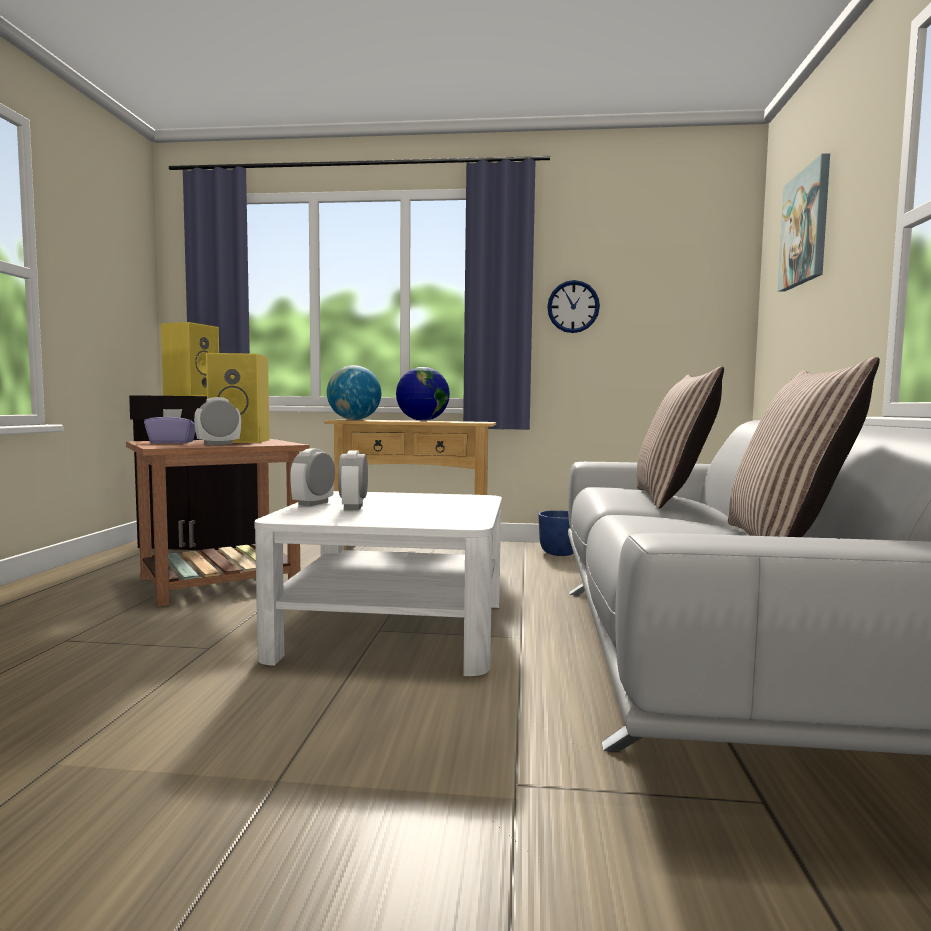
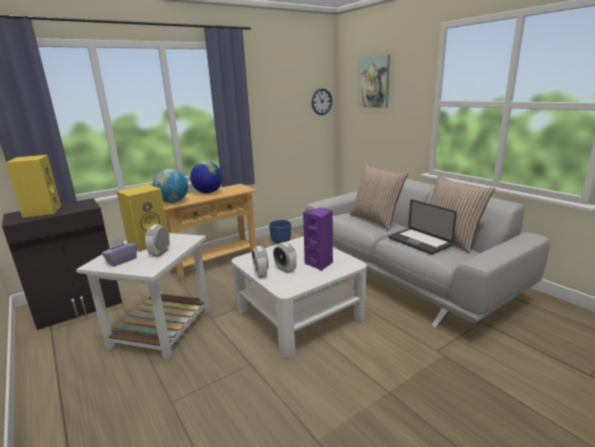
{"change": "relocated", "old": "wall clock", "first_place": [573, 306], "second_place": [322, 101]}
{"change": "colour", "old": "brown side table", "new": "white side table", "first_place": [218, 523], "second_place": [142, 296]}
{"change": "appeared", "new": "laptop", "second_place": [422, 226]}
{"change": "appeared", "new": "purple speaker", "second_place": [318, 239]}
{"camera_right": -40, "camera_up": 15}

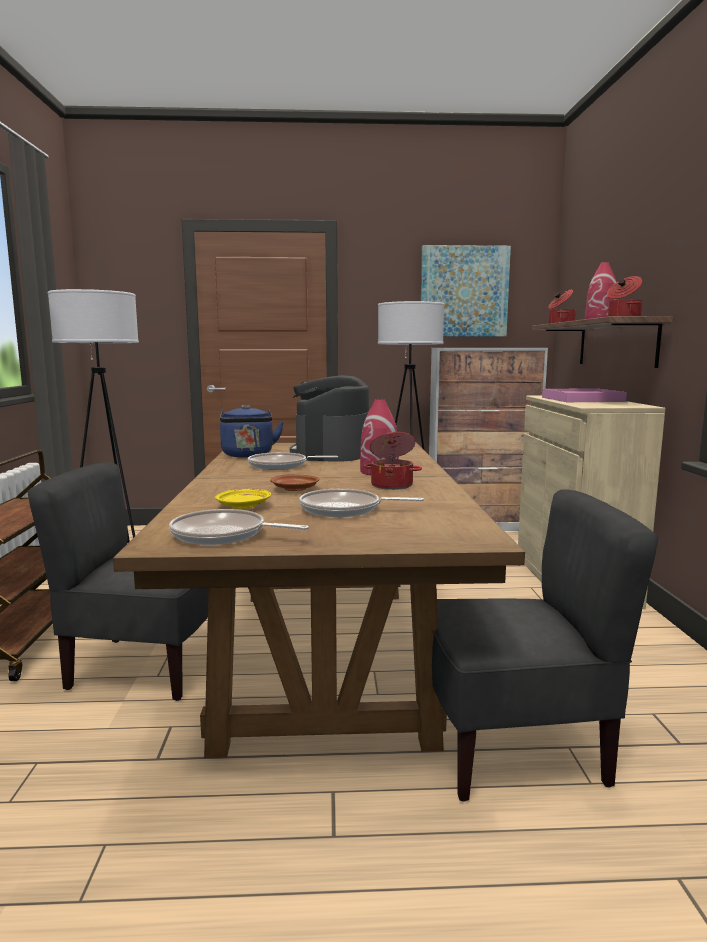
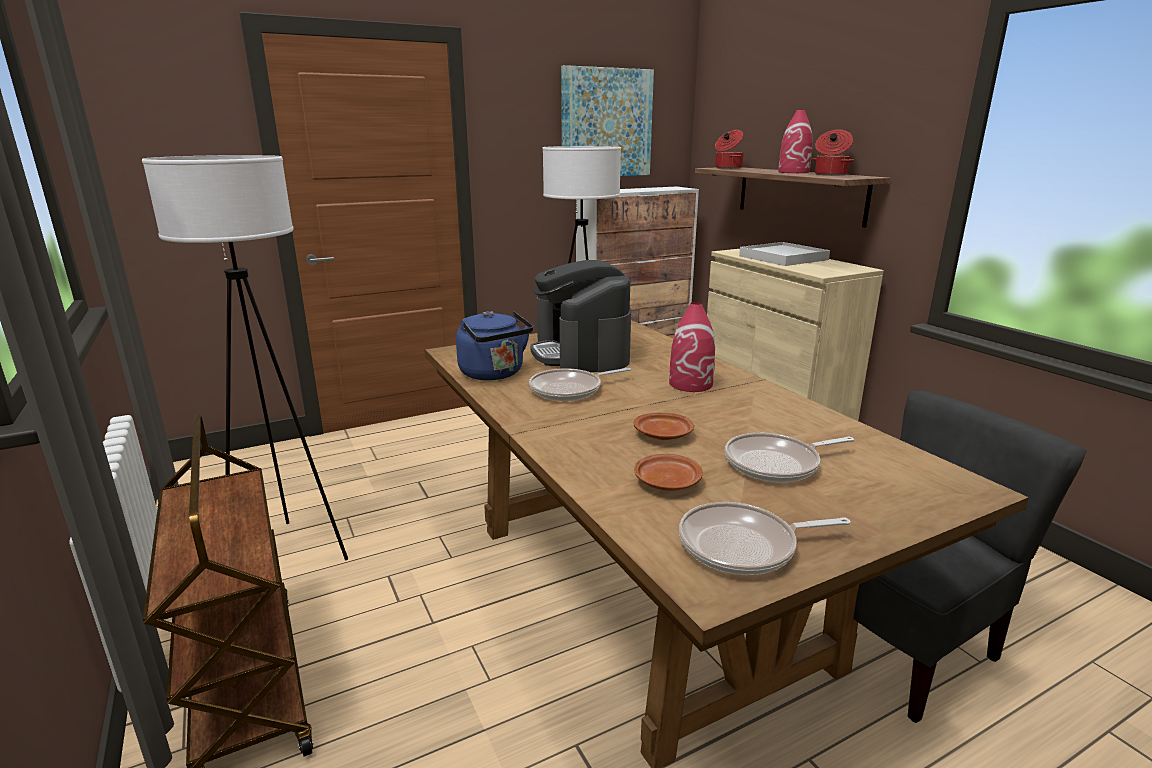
{"change": "colour", "old": "pink tray", "new": "white tray", "first_place": [584, 395], "second_place": [784, 254]}
{"change": "missing", "old": "cooking pot", "first_place": [392, 461]}
{"change": "missing", "old": "grey chair", "first_place": [118, 581]}
{"change": "colour", "old": "yellow plate", "new": "brown plate", "first_place": [243, 499], "second_place": [668, 472]}
{"camera_right": -25, "camera_up": 10}

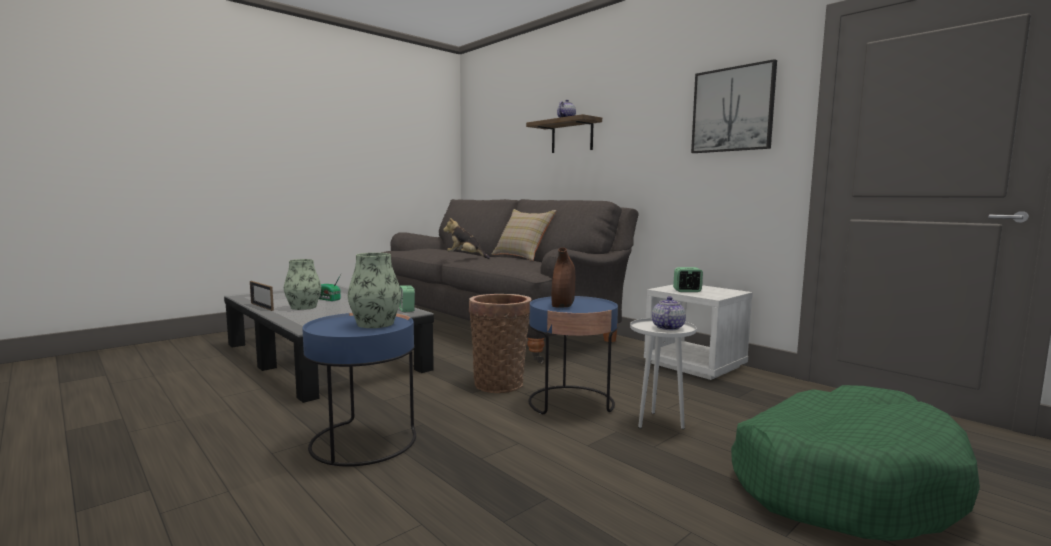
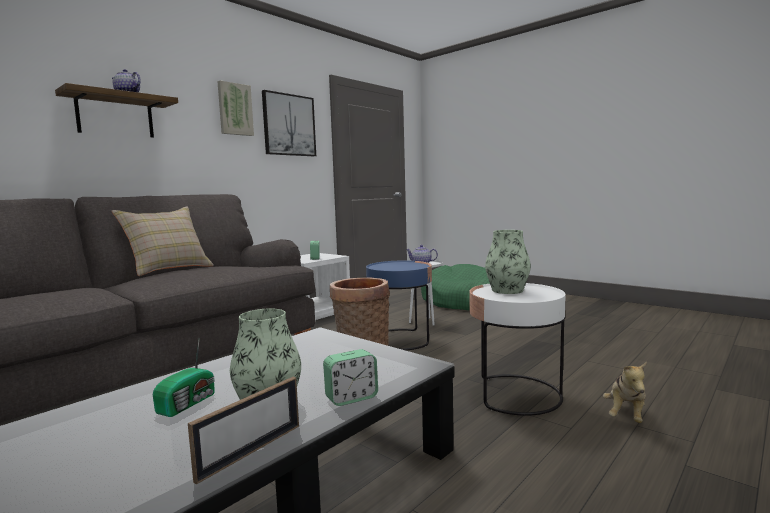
{"change": "relocated", "old": "plush toy", "first_place": [466, 238], "second_place": [625, 392]}
{"change": "missing", "old": "brown vase", "first_place": [563, 277]}
{"change": "relocated", "old": "alarm clock", "first_place": [407, 298], "second_place": [350, 377]}
{"change": "colour", "old": "blue side table", "new": "white side table", "first_place": [359, 390], "second_place": [517, 349]}
{"change": "appeared", "new": "picture", "second_place": [235, 108]}
{"camera_right": -95, "camera_up": 0}

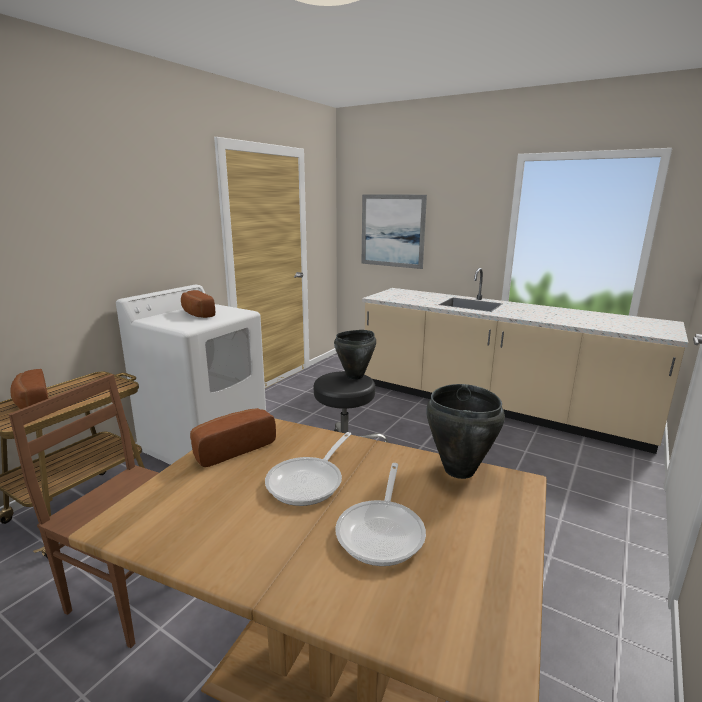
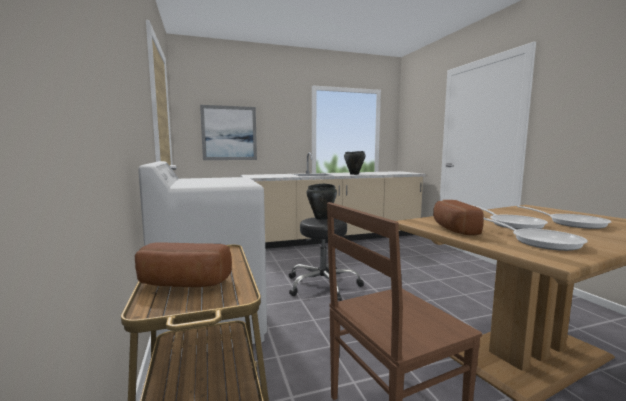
{"change": "missing", "old": "bread", "first_place": [198, 304]}
{"change": "relocated", "old": "black cooking pot", "first_place": [465, 431], "second_place": [355, 163]}
{"change": "appeared", "new": "frying pan", "second_place": [535, 234]}
{"camera_right": -50, "camera_up": -10}

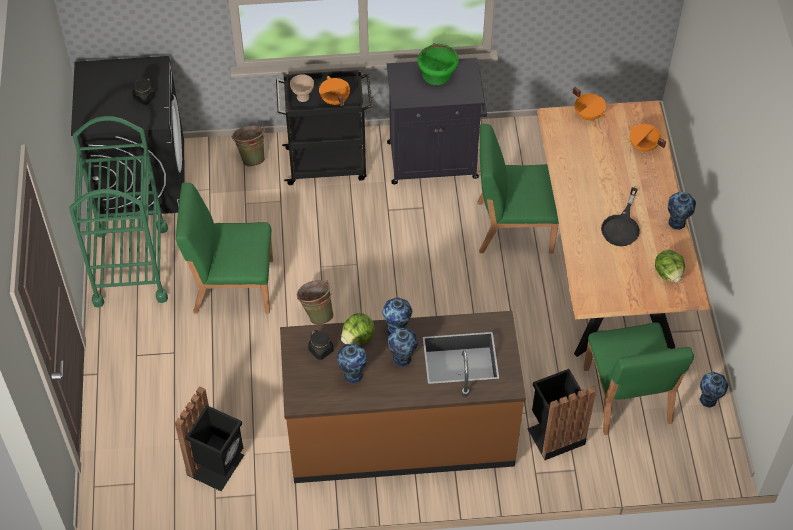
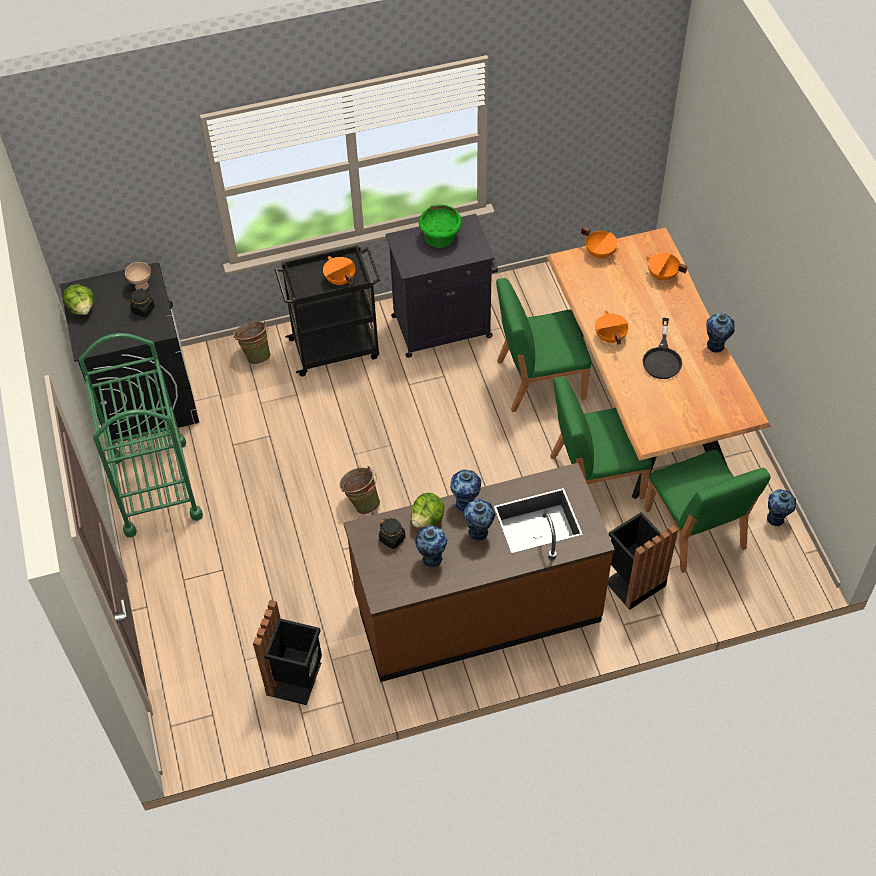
{"change": "relocated", "old": "beige bowl", "first_place": [302, 88], "second_place": [138, 276]}
{"change": "relocated", "old": "green chair", "first_place": [224, 248], "second_place": [601, 437]}
{"change": "relocated", "old": "lettuce", "first_place": [670, 266], "second_place": [78, 299]}
{"change": "appeared", "new": "orange cooking pot", "second_place": [612, 327]}
{"camera_right": -10, "camera_up": 0}

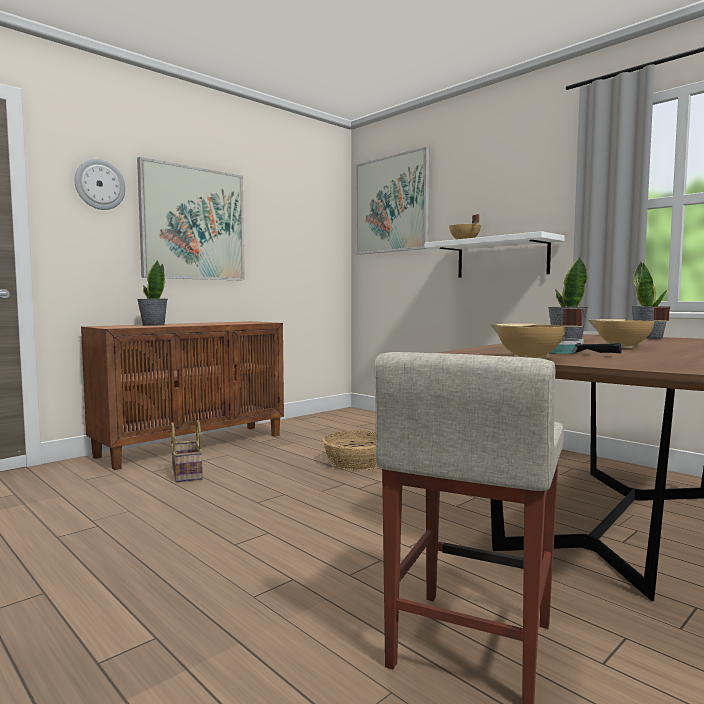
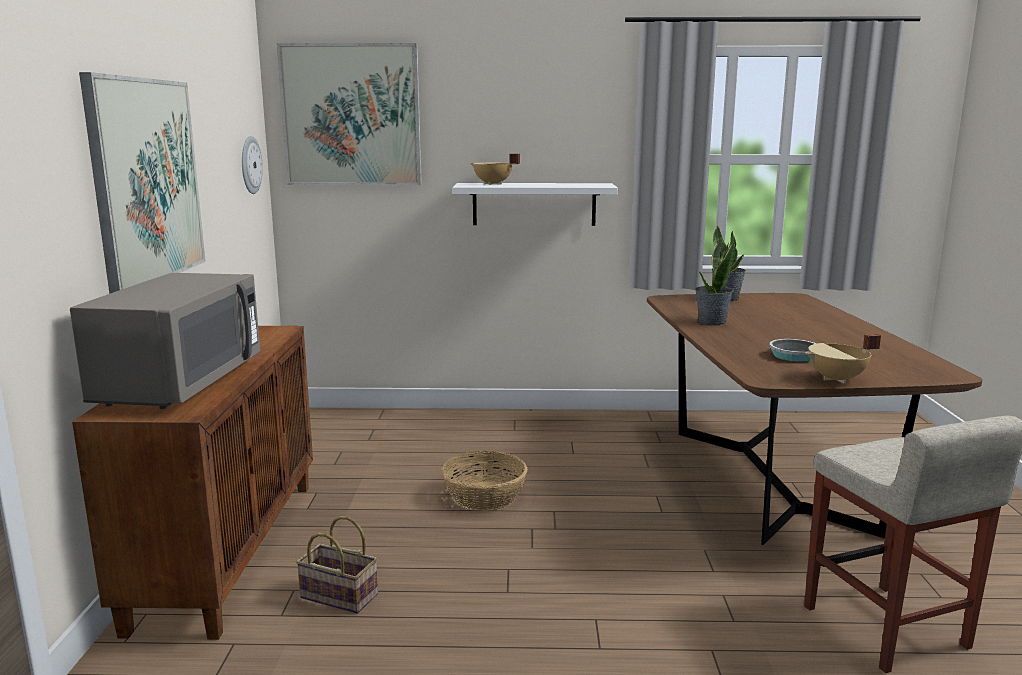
{"change": "relocated", "old": "wall clock", "first_place": [100, 184], "second_place": [252, 165]}
{"change": "exchanged", "old": "potted plant", "new": "grey microwave", "first_place": [152, 293], "second_place": [165, 341]}
{"change": "missing", "old": "beige cooking pot", "first_place": [629, 327]}
{"camera_right": -45, "camera_up": 10}

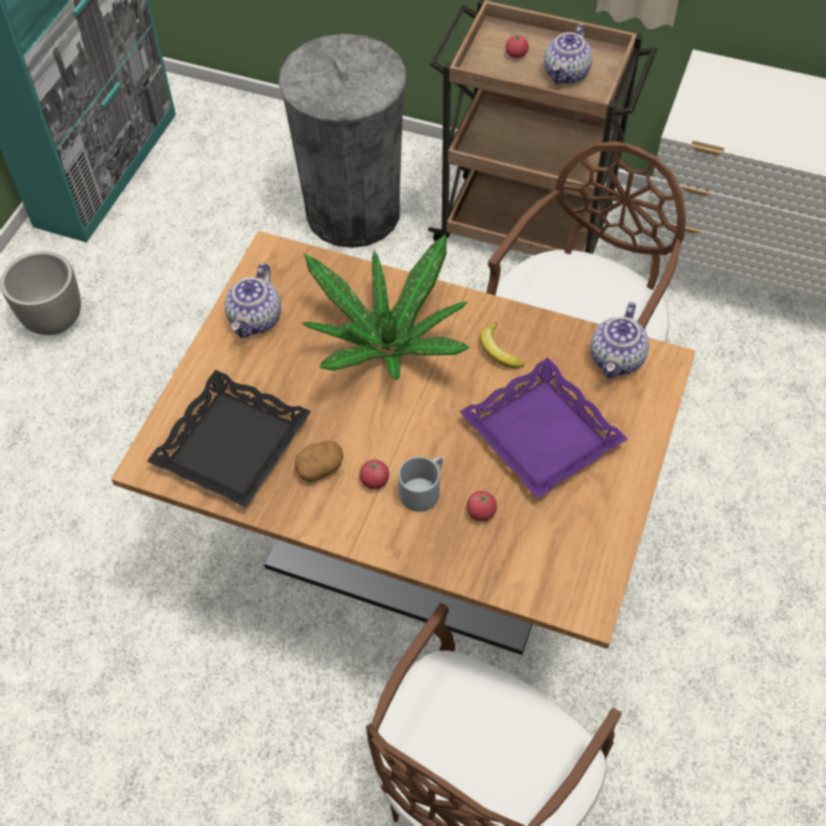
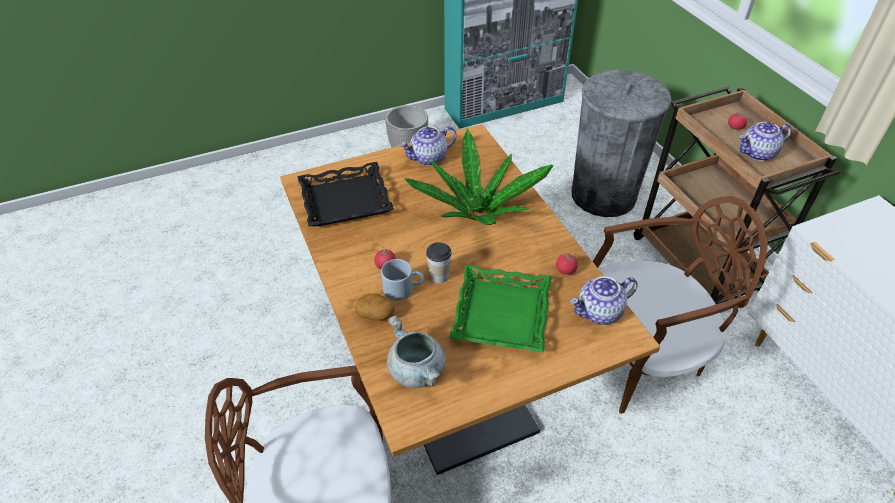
{"change": "missing", "old": "banana", "first_place": [502, 345]}
{"change": "colour", "old": "purple tray", "new": "green tray", "first_place": [543, 428], "second_place": [500, 308]}
{"change": "relocated", "old": "potato", "first_place": [319, 461], "second_place": [375, 307]}
{"change": "relocated", "old": "tomato", "first_place": [481, 504], "second_place": [567, 264]}
{"change": "appeared", "new": "cup", "second_place": [439, 262]}
{"change": "appeared", "new": "grey cooking pot", "second_place": [416, 351]}
{"camera_right": 45, "camera_up": -10}

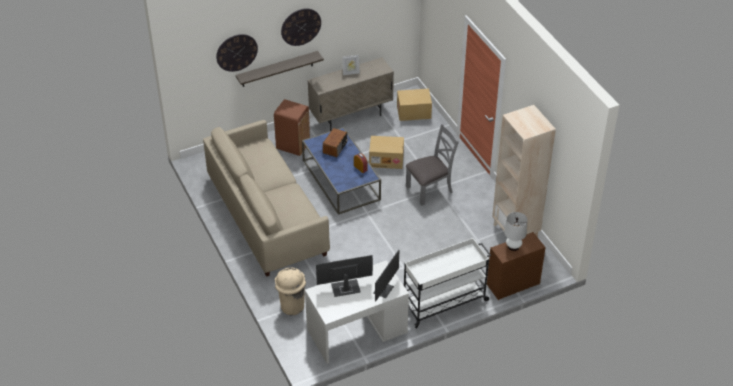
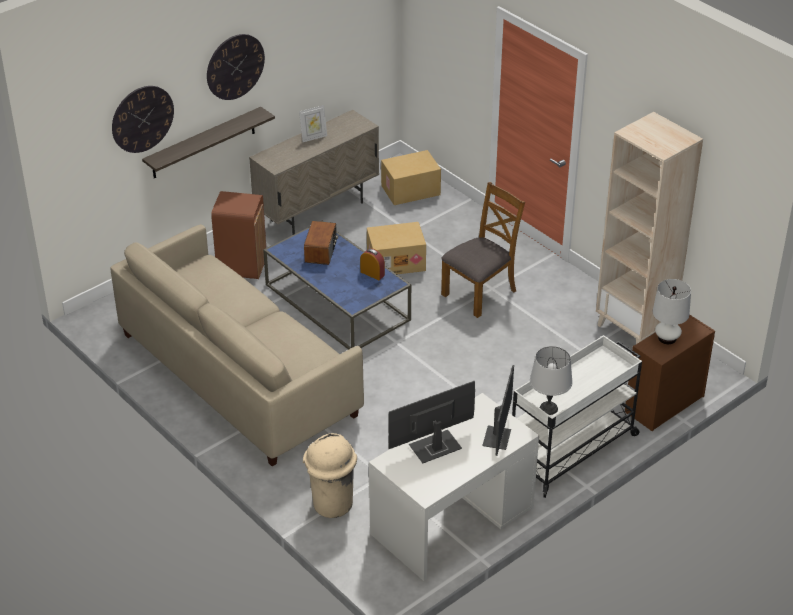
{"change": "colour", "old": "grey chair", "new": "brown chair", "first_place": [432, 165], "second_place": [483, 250]}
{"change": "appeared", "new": "grey table lamp", "second_place": [551, 380]}
{"camera_right": -15, "camera_up": -5}

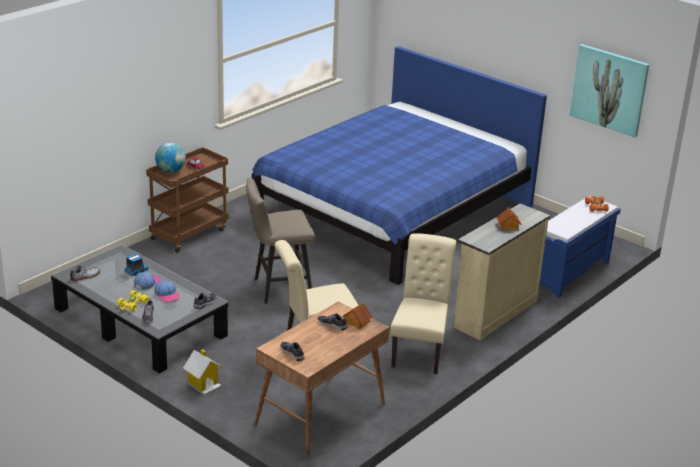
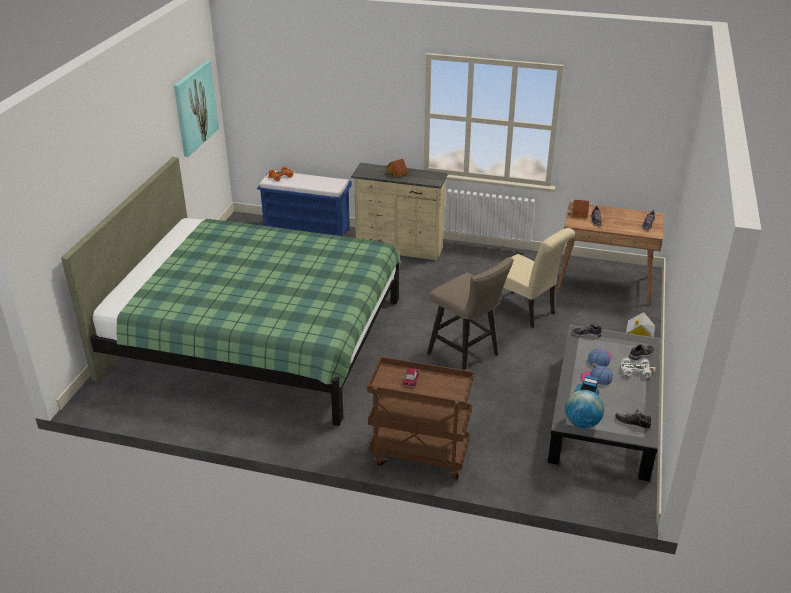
{"change": "colour", "old": "blue bed", "new": "green bed", "first_place": [399, 165], "second_place": [231, 291]}
{"change": "relocated", "old": "globe", "first_place": [170, 157], "second_place": [584, 409]}
{"change": "missing", "old": "beige chair", "first_place": [423, 303]}
{"change": "colour", "old": "yellow toy car", "new": "white toy car", "first_place": [133, 301], "second_place": [638, 368]}
{"camera_right": -115, "camera_up": 5}

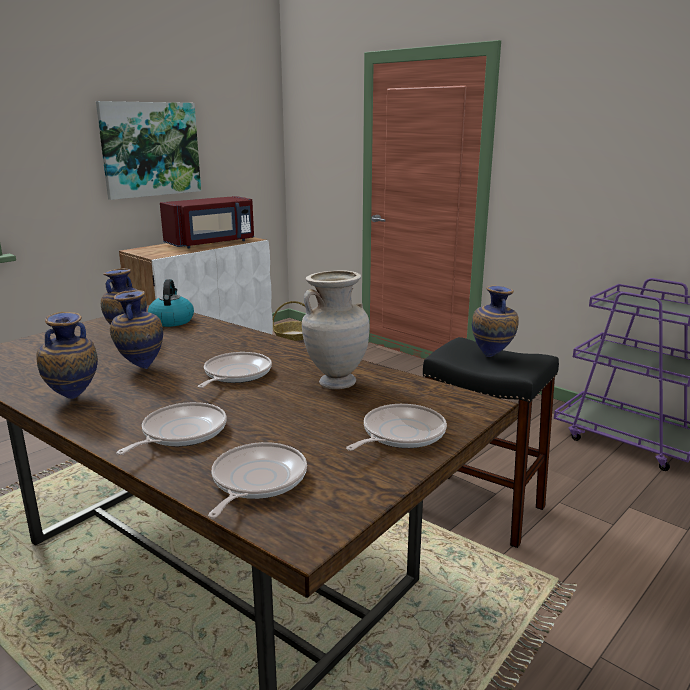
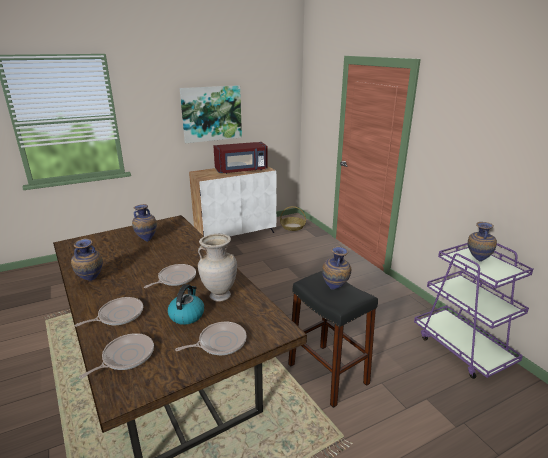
{"change": "relocated", "old": "kettle", "first_place": [171, 303], "second_place": [186, 304]}
{"change": "relocated", "old": "vase", "first_place": [136, 329], "second_place": [482, 242]}
{"camera_right": 20, "camera_up": 5}

